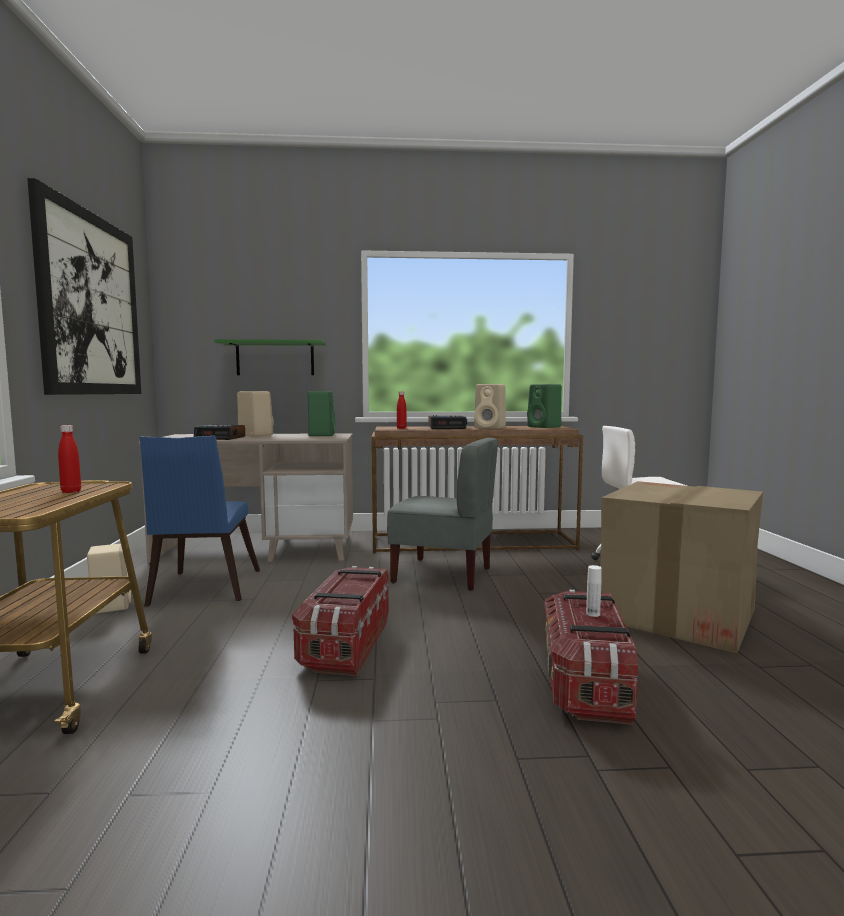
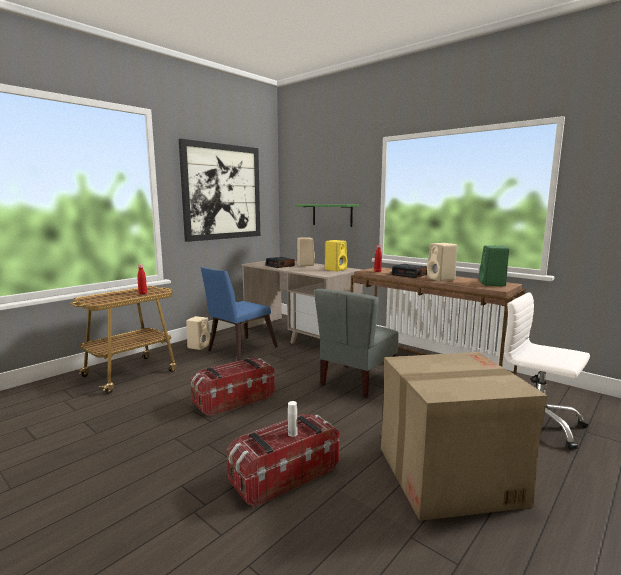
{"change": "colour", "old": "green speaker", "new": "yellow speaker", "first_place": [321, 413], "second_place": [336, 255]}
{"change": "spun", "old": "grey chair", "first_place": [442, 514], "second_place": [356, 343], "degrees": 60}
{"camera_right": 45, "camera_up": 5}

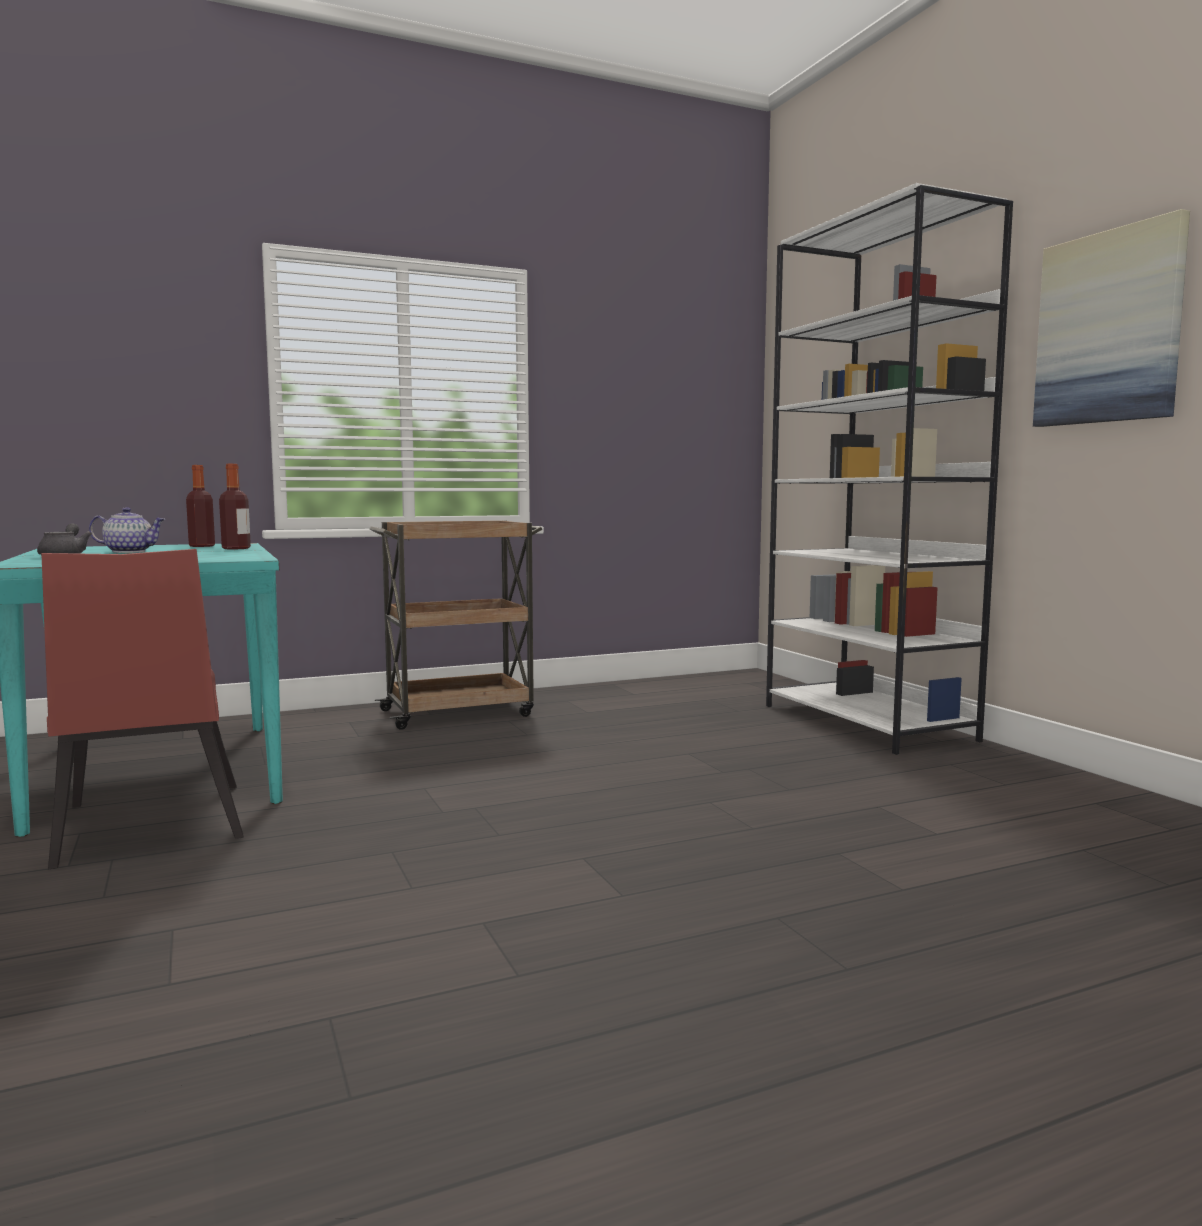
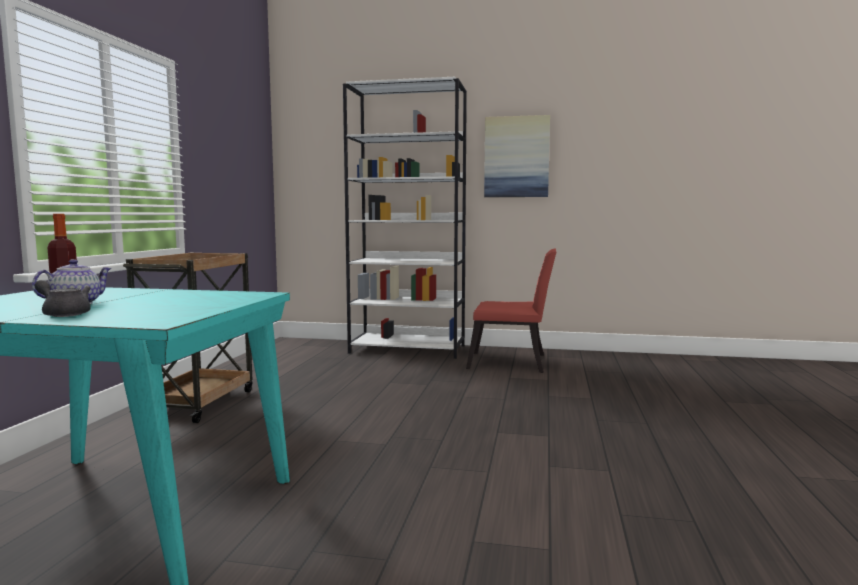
{"change": "missing", "old": "bottle", "first_place": [235, 506]}
{"change": "relocated", "old": "red chair", "first_place": [142, 709], "second_place": [511, 311]}
{"camera_right": -55, "camera_up": 0}

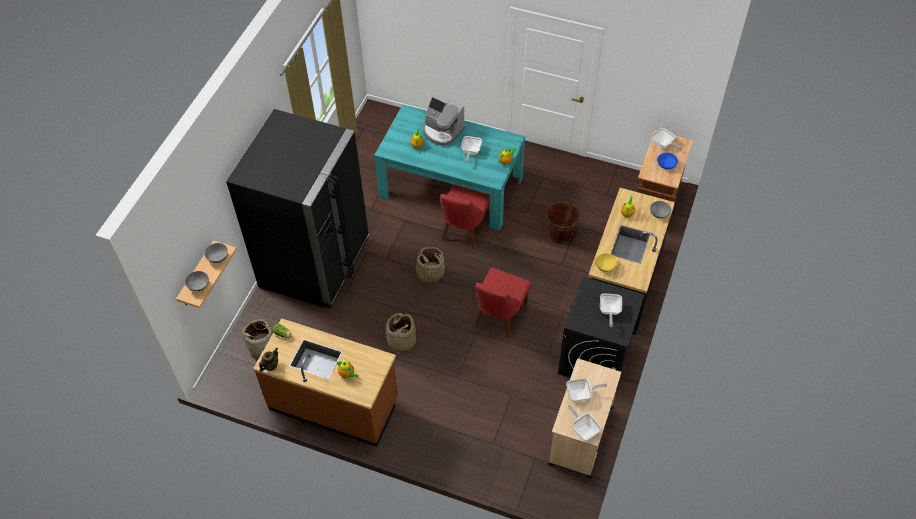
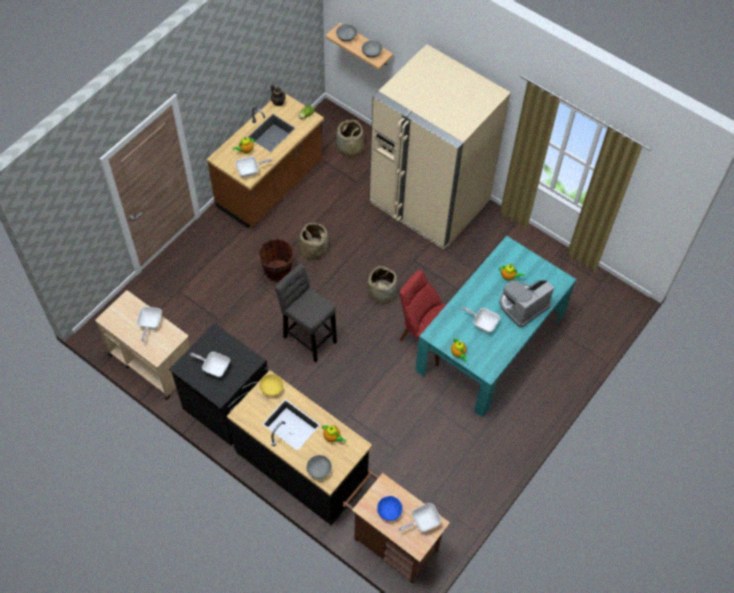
{"change": "colour", "old": "black fridge", "new": "beige fridge", "first_place": [297, 209], "second_place": [440, 147]}
{"change": "relocated", "old": "brown bucket", "first_place": [563, 223], "second_place": [276, 260]}
{"change": "exchanged", "old": "red chair", "new": "grey stool", "first_place": [503, 303], "second_place": [306, 312]}
{"change": "relocated", "old": "frying pan", "first_place": [584, 423], "second_place": [253, 166]}
{"camera_right": 105, "camera_up": 5}

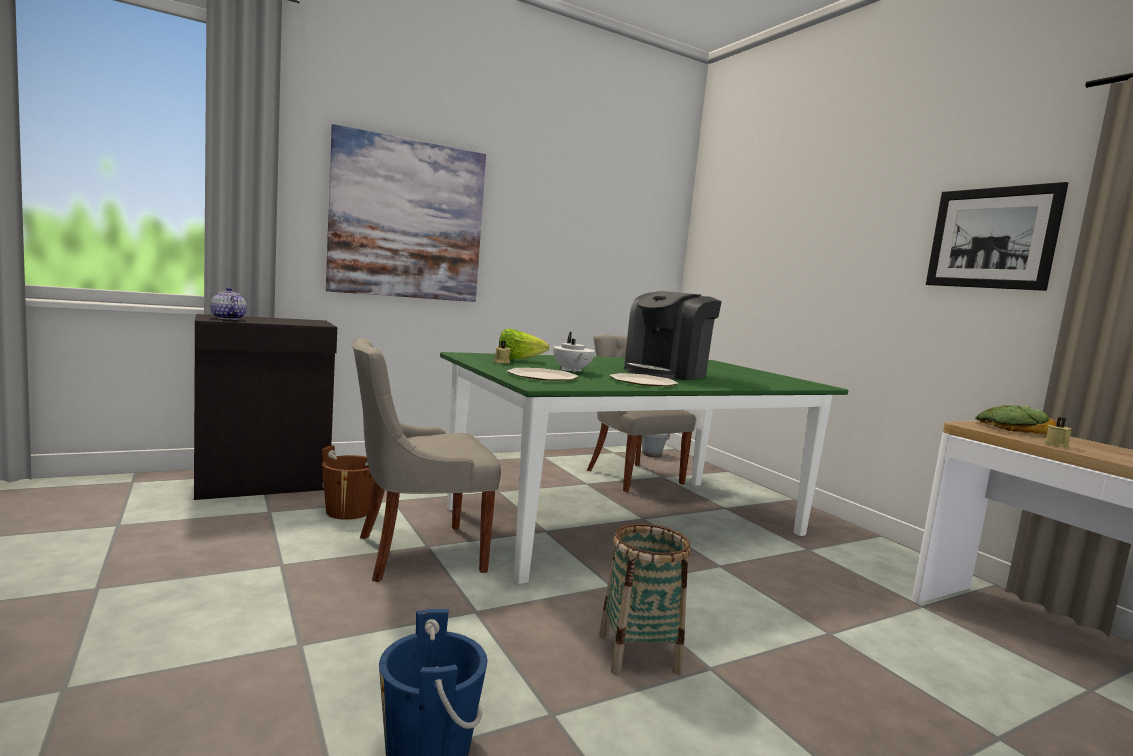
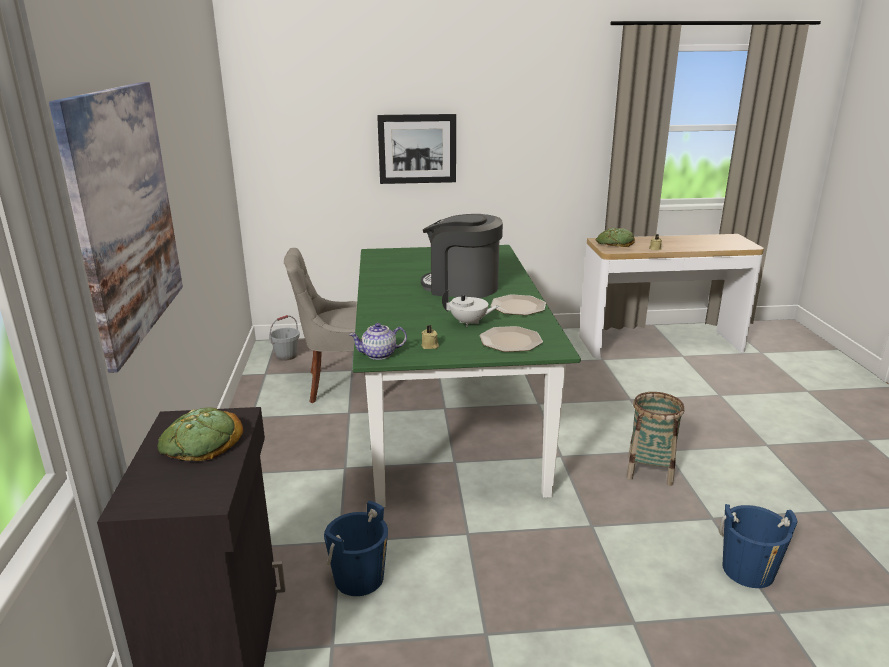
{"change": "relocated", "old": "picture", "first_place": [997, 236], "second_place": [416, 149]}
{"change": "relocated", "old": "teapot", "first_place": [229, 303], "second_place": [378, 341]}
{"change": "spun", "old": "coffee machine", "first_place": [673, 335], "second_place": [462, 256], "degrees": 135}
{"change": "missing", "old": "lettuce", "first_place": [524, 344]}
{"change": "missing", "old": "grey chair", "first_place": [426, 460]}
{"change": "colour", "old": "brown bucket", "new": "blue bucket", "first_place": [348, 482], "second_place": [356, 548]}
{"change": "appeared", "new": "bread", "second_place": [200, 434]}
{"camera_right": -65, "camera_up": 15}

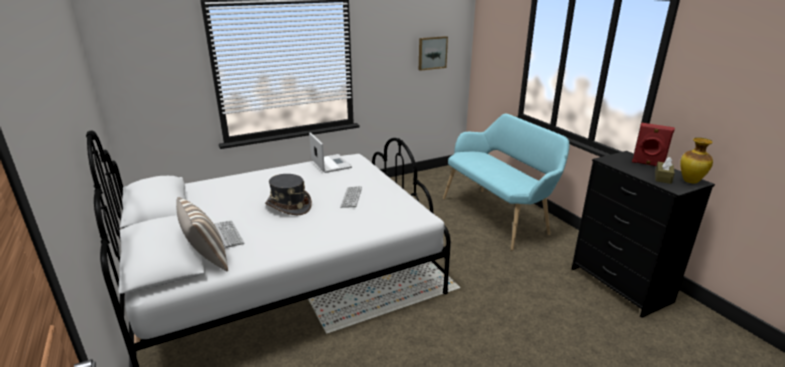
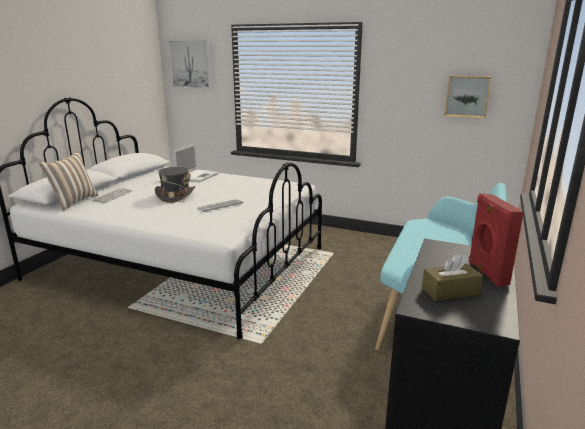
{"change": "relocated", "old": "laptop", "first_place": [330, 152], "second_place": [196, 163]}
{"change": "missing", "old": "vase", "first_place": [696, 160]}
{"change": "appeared", "new": "picture", "second_place": [190, 64]}
{"camera_right": 50, "camera_up": -5}

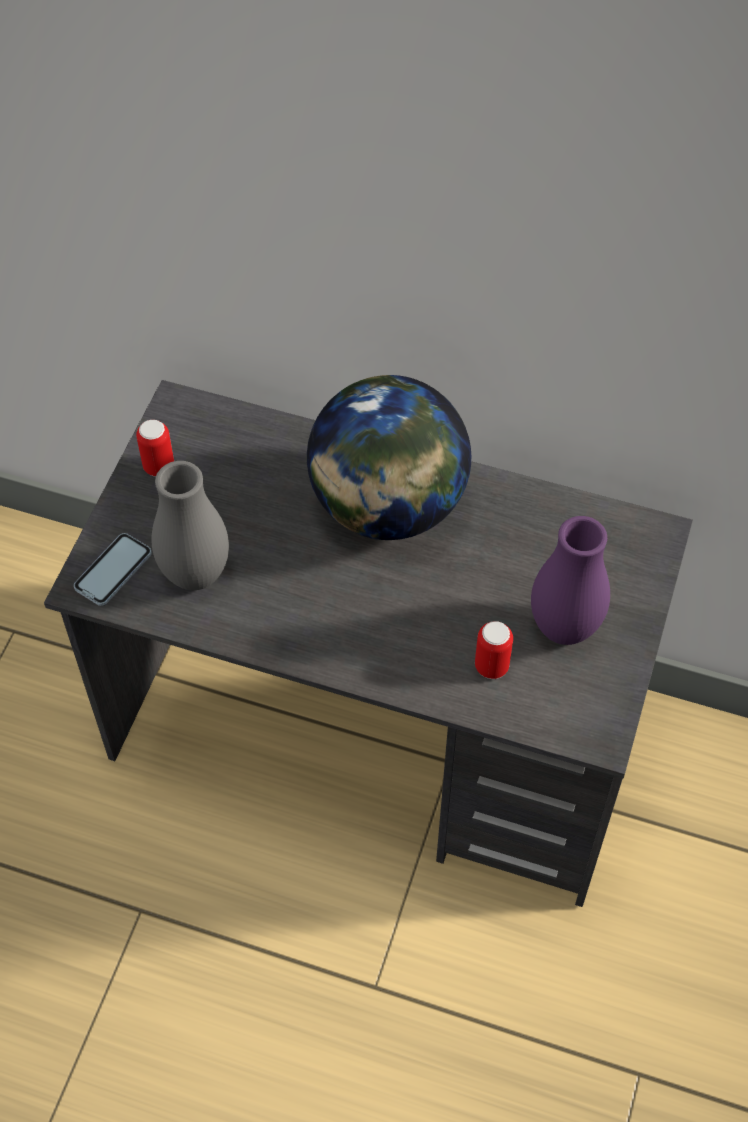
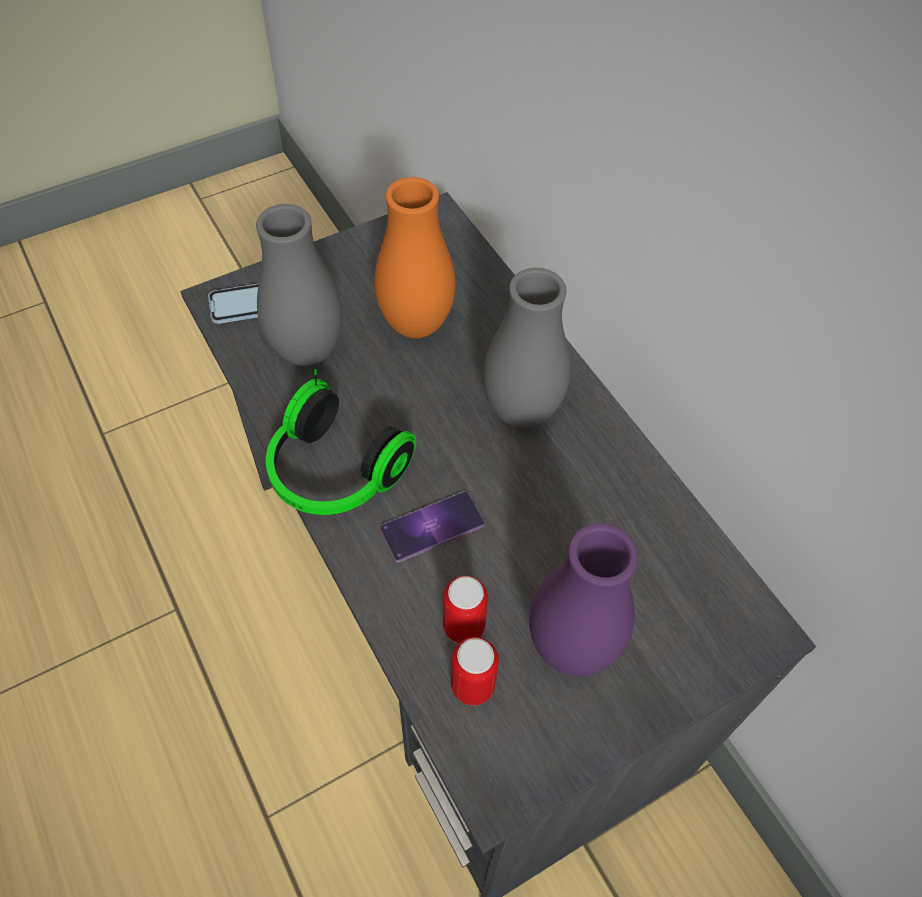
{"change": "exchanged", "old": "globe", "new": "grey vase", "first_place": [389, 457], "second_place": [527, 348]}
{"change": "relocated", "old": "can", "first_place": [155, 448], "second_place": [475, 671]}
{"change": "appeared", "new": "orange vase", "second_place": [415, 257]}
{"change": "appeared", "new": "headphones", "second_place": [341, 442]}
{"change": "appeared", "new": "phone", "second_place": [432, 526]}
{"camera_right": 40, "camera_up": 0}

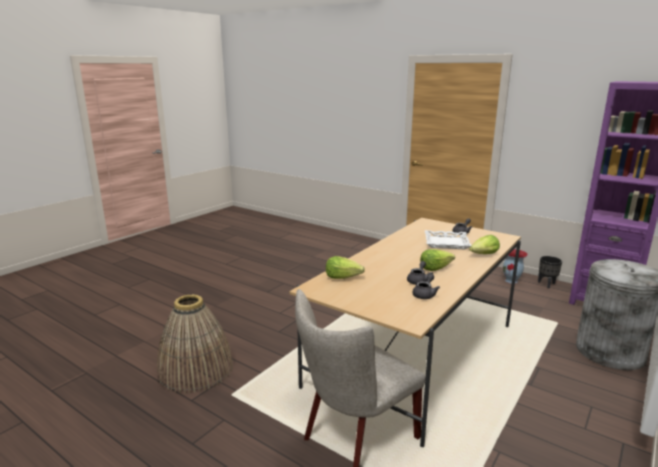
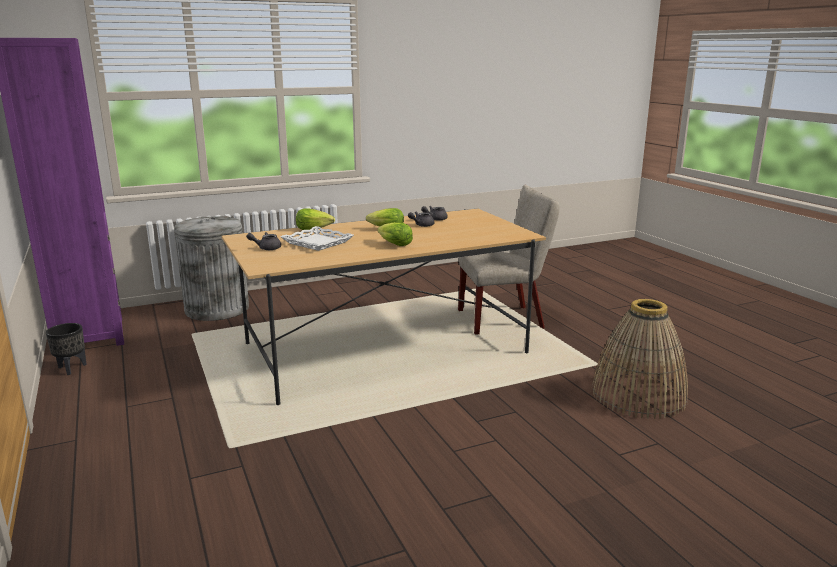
{"change": "missing", "old": "vase", "first_place": [515, 266]}
{"change": "relocated", "old": "lettuce", "first_place": [345, 267], "second_place": [395, 234]}
{"camera_right": -150, "camera_up": 0}

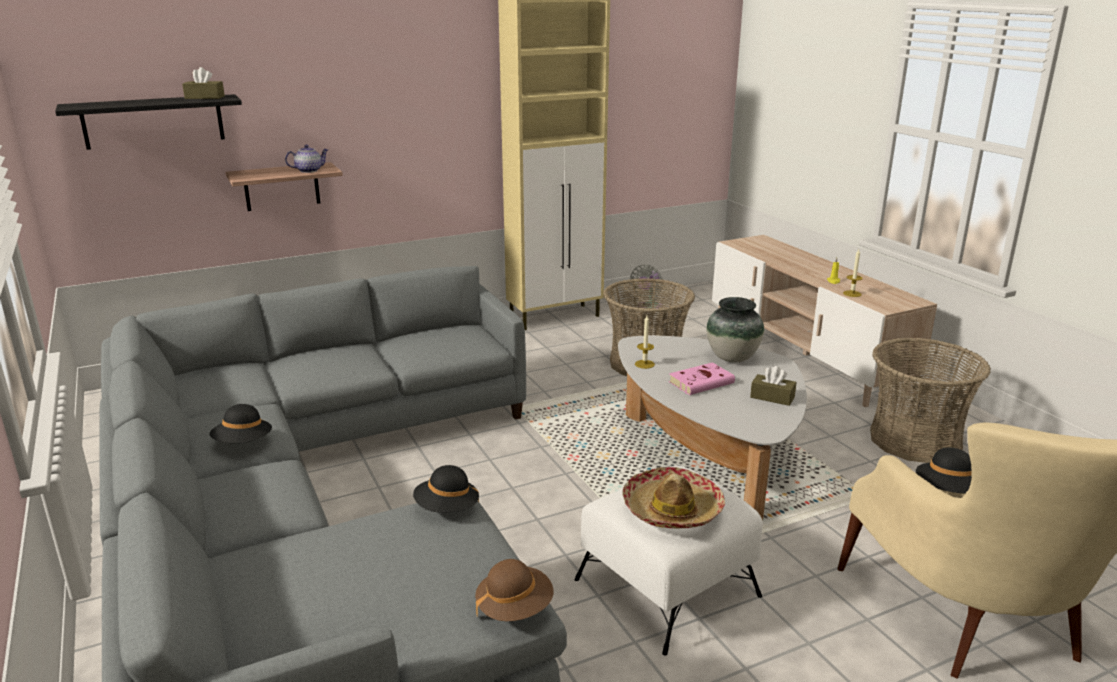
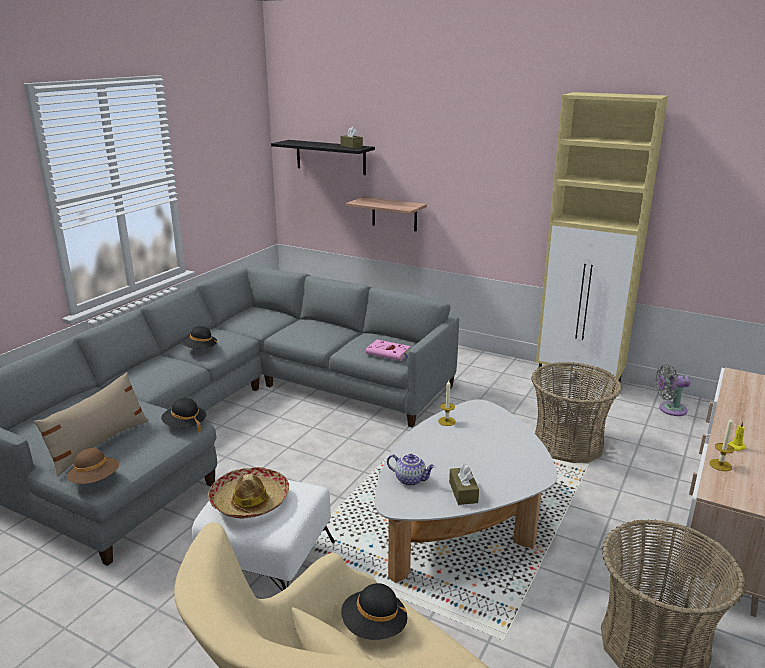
{"change": "relocated", "old": "teapot", "first_place": [307, 159], "second_place": [411, 470]}
{"change": "missing", "old": "vase", "first_place": [735, 330]}
{"change": "relocated", "old": "pink book", "first_place": [702, 378], "second_place": [388, 350]}
{"change": "appeared", "new": "beige pillow", "second_place": [91, 424]}
{"camera_right": 55, "camera_up": 0}

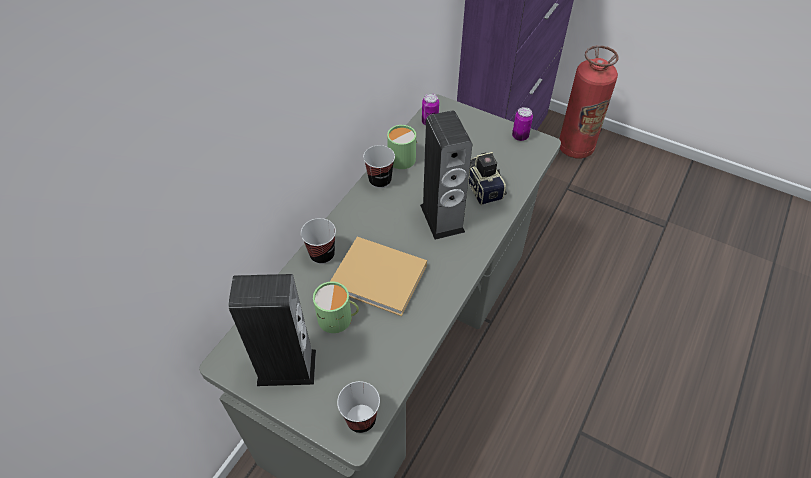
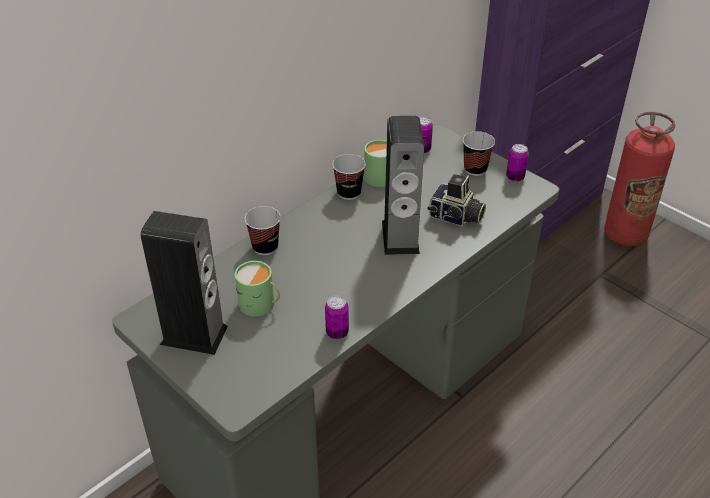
{"change": "spun", "old": "photo camera", "first_place": [487, 178], "second_place": [457, 200], "degrees": 120}
{"change": "missing", "old": "beige book", "first_place": [378, 276]}
{"change": "relocated", "old": "cup", "first_place": [358, 407], "second_place": [479, 153]}
{"change": "appeared", "new": "can", "second_place": [337, 317]}
{"camera_right": 15, "camera_up": -10}

